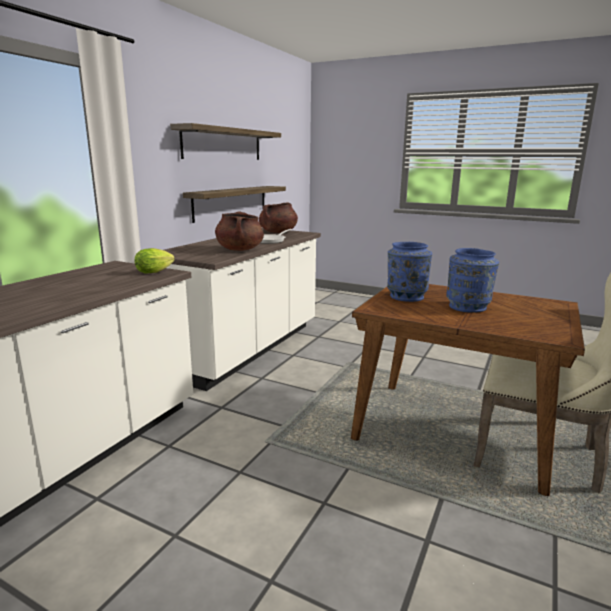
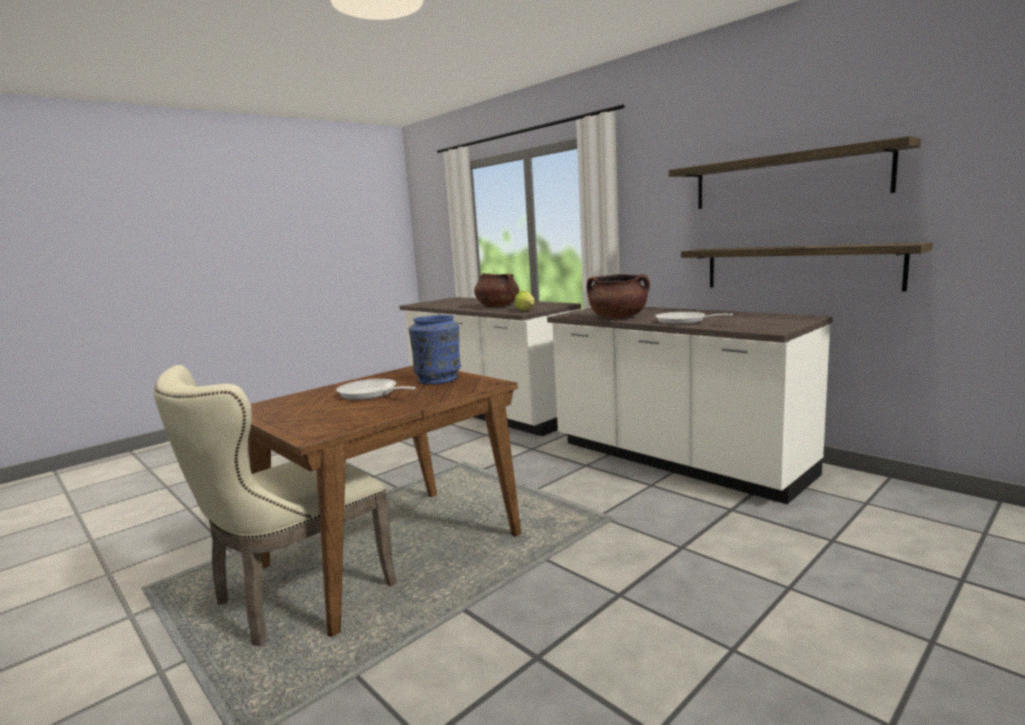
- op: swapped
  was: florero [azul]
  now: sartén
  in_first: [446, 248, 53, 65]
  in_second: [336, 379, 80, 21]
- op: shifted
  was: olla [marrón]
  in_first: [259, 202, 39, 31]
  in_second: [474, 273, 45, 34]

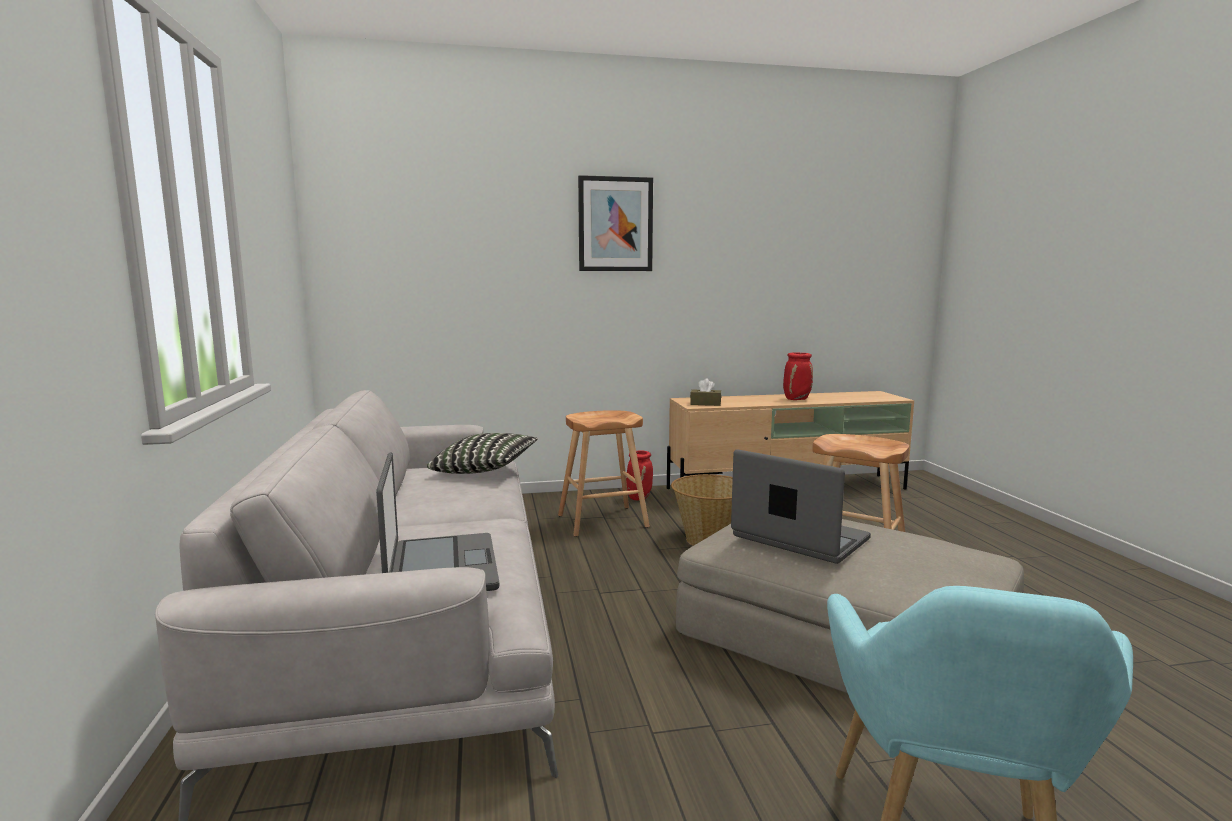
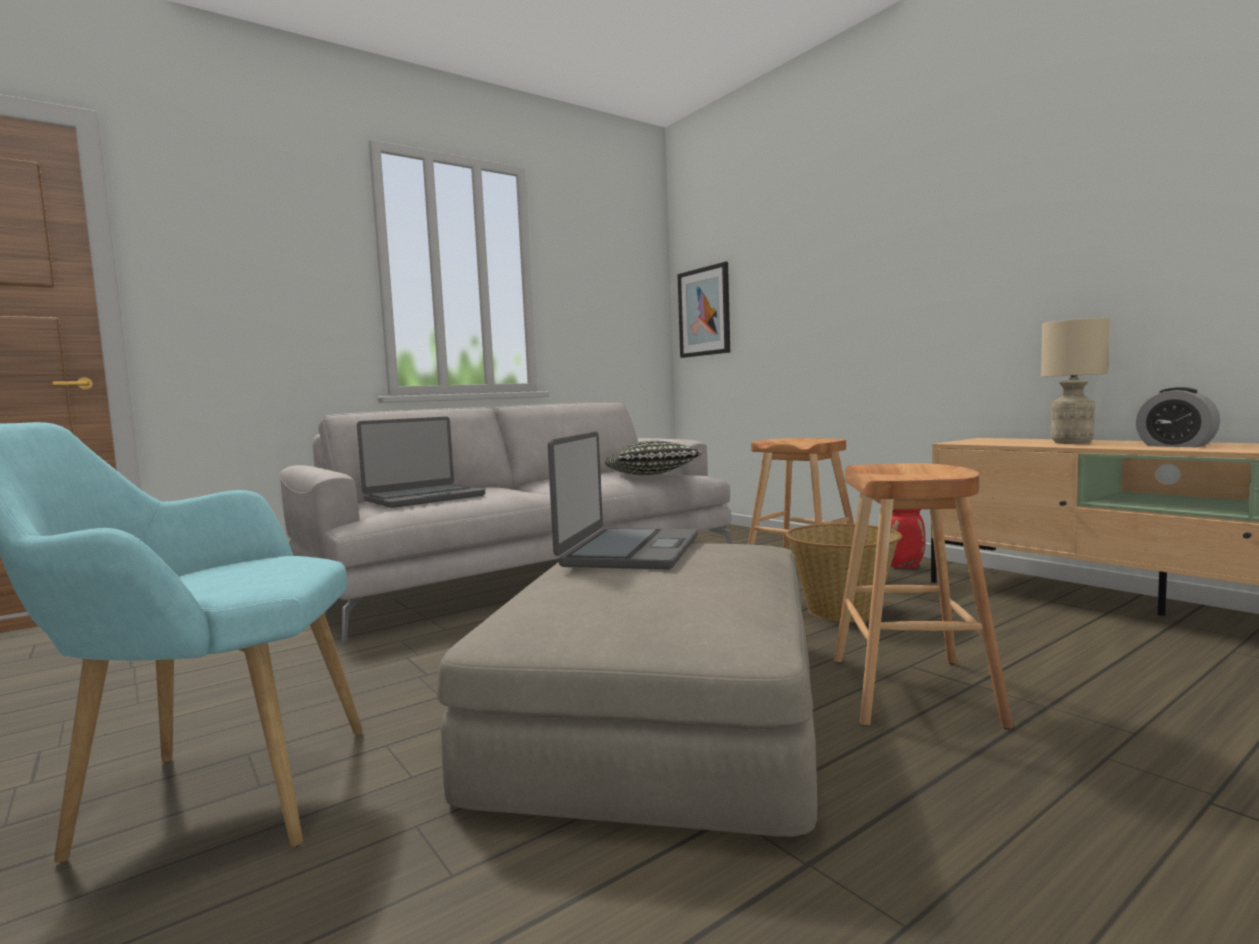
- op: shifted
  was: cuadro
  in_first: [578, 175, 75, 96]
  in_second: [677, 262, 53, 96]
- op: new
  now: lámpara de mesa [beis]
  in_second: [1041, 318, 69, 126]
- op: swapped
  was: florero [rojo]
  now: despertador
  in_first: [783, 352, 30, 48]
  in_second: [1136, 387, 84, 60]
- op: gone
  was: caja de pañuelos [marrón]
  in_first: [690, 378, 31, 28]

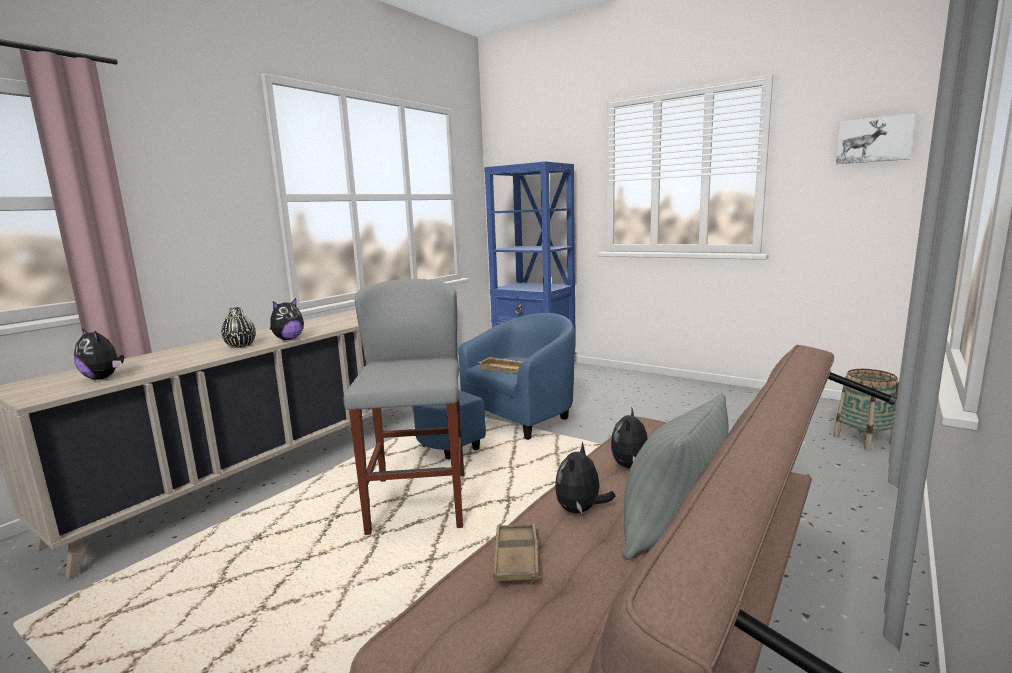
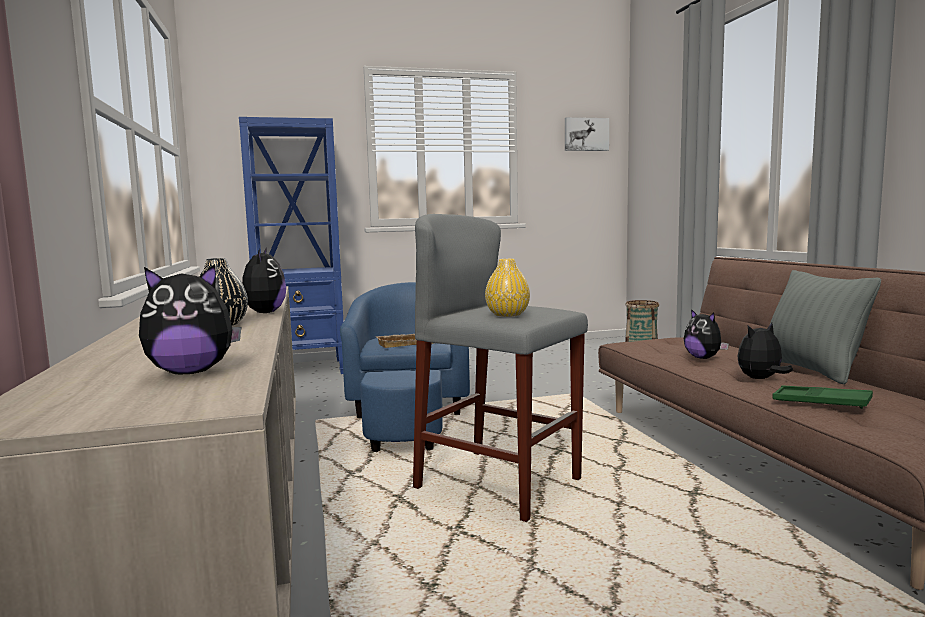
- op: new
  now: florero [amarillo]
  in_second: [485, 259, 45, 58]
- op: rotated
  was: peluche
  in_first: [555, 442, 61, 71]
  in_second: [737, 323, 56, 56]
  clockwise: 90
- op: repainted
  was: bandeja [marrón]
  now: bandeja [verde]
  in_first: [493, 523, 46, 60]
  in_second: [772, 385, 101, 24]

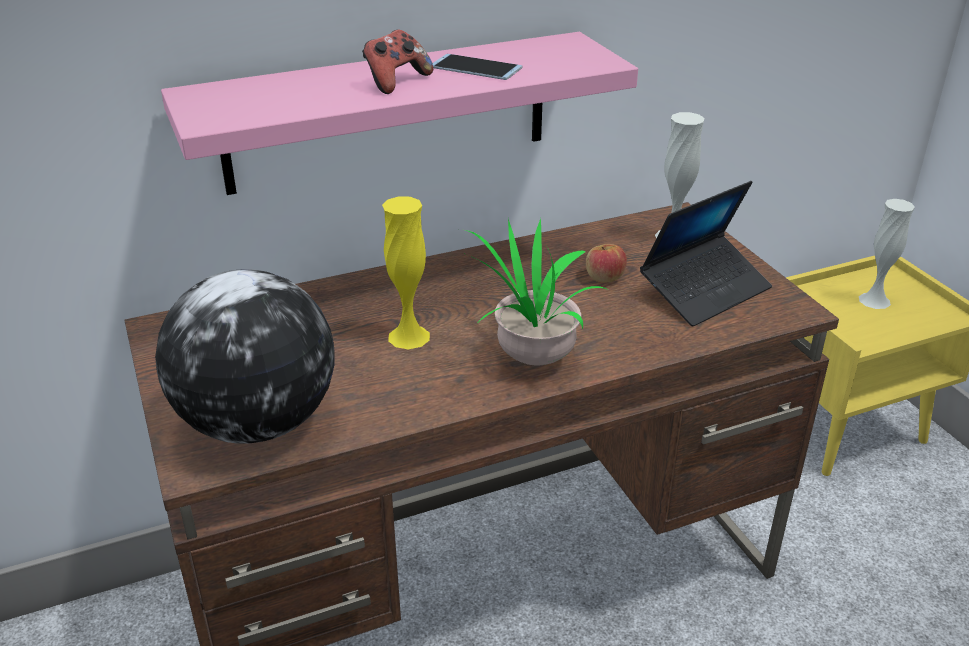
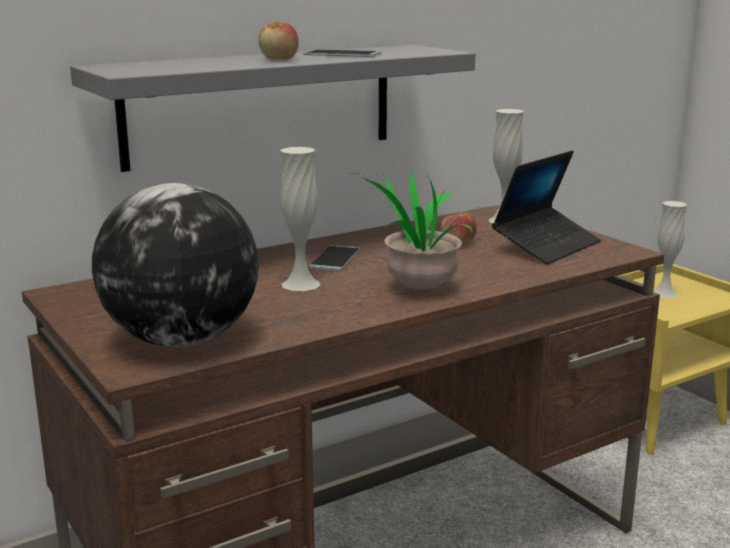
- op: repainted
  was: estante [rosa]
  now: estante [gris]
  in_first: [161, 32, 477, 163]
  in_second: [70, 45, 405, 127]
- op: swapped
  was: mando de consola
  now: manzana
  in_first: [362, 30, 72, 64]
  in_second: [258, 22, 41, 37]
- op: repainted
  was: florero [amarillo]
  now: florero [blanco]
  in_first: [382, 197, 48, 152]
  in_second: [280, 147, 40, 144]
- op: new
  now: móvil
  in_second: [309, 245, 51, 26]

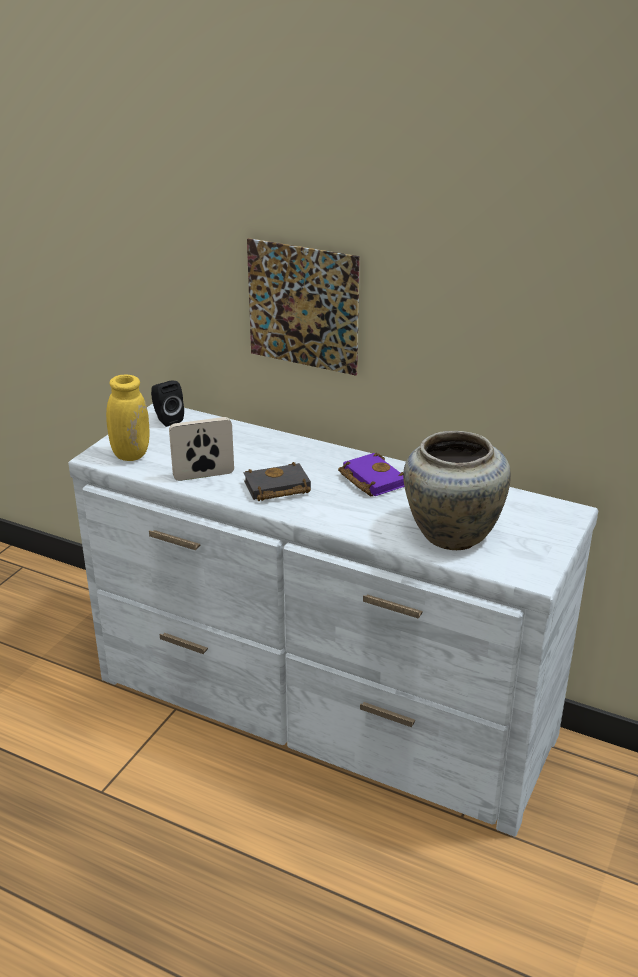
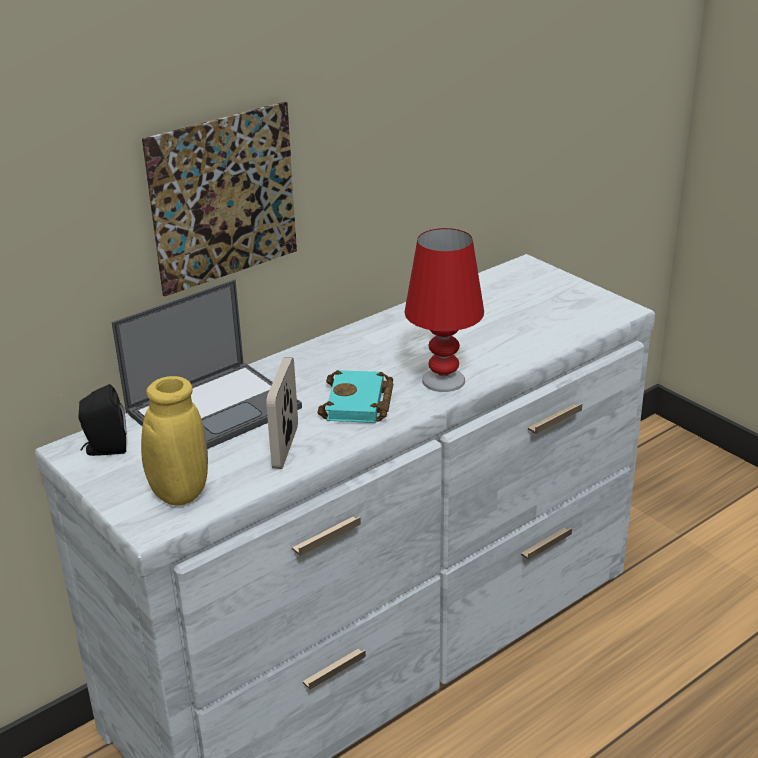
- op: new
  now: portátil
  in_second: [112, 279, 190, 170]
- op: repainted
  was: libro [negro]
  now: libro [turquesa]
  in_first: [243, 462, 68, 39]
  in_second: [317, 370, 76, 53]
- op: new
  now: lámpara de mesa [rojo]
  in_second: [404, 228, 80, 164]
- op: gone
  was: libro [morado]
  in_first: [338, 453, 66, 43]
- op: gone
  was: florero [beis]
  in_first: [403, 431, 108, 119]

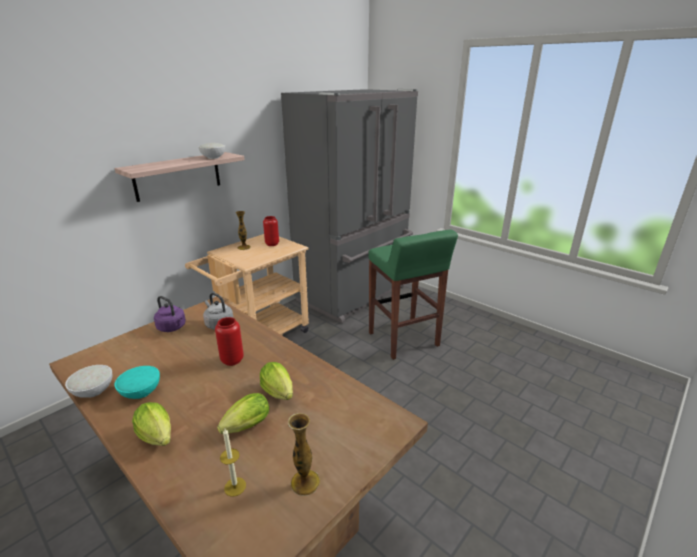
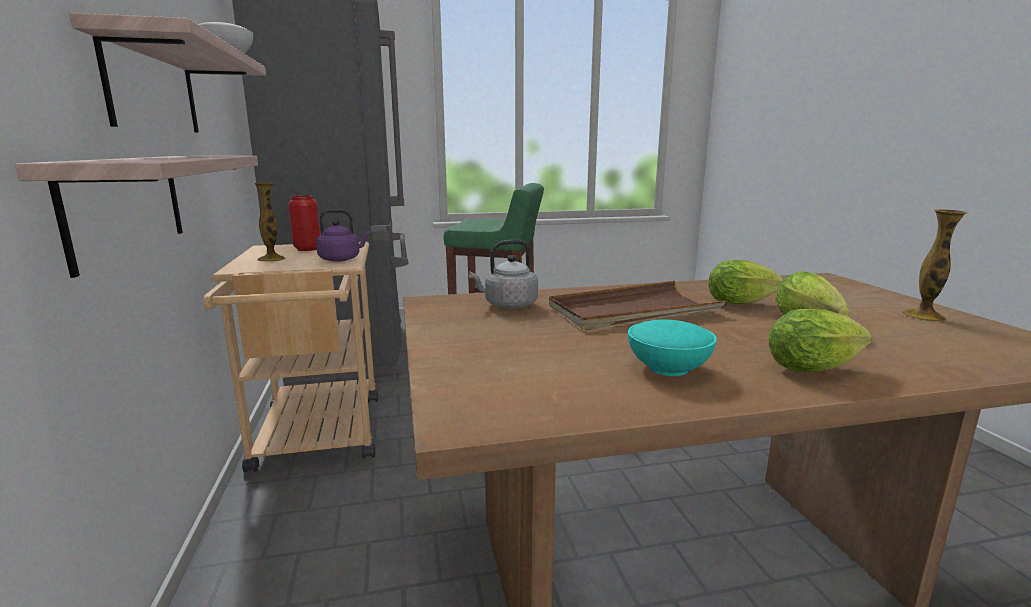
- op: new
  now: estante
  in_second: [15, 156, 243, 122]
- op: shifted
  was: hervidor [morado]
  in_first: [154, 296, 32, 36]
  in_second: [316, 209, 54, 53]
- op: swapped
  was: florero [rojo]
  now: bandeja [marrón]
  in_first: [215, 317, 29, 49]
  in_second: [549, 281, 178, 50]
- op: gone
  was: cuenco [blanco]
  in_first: [65, 365, 48, 33]
- op: gone
  was: vela
  in_first: [220, 429, 26, 68]

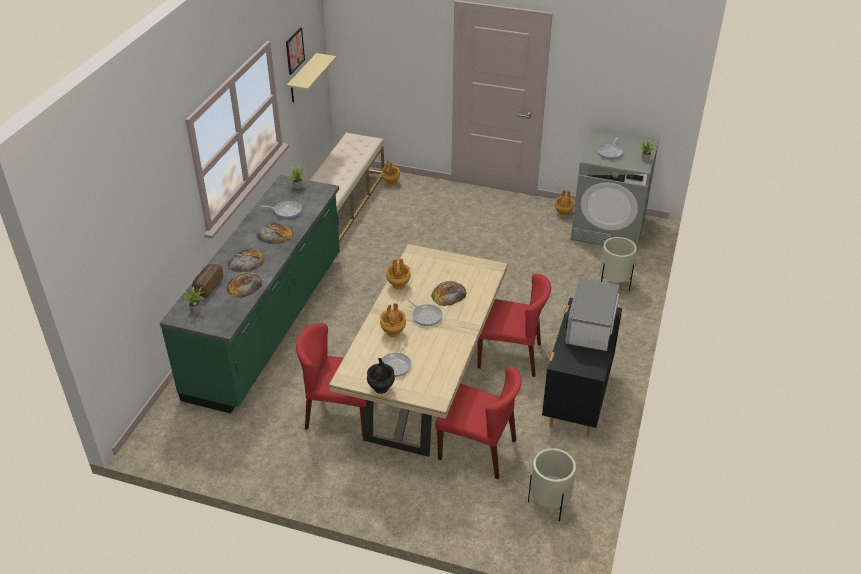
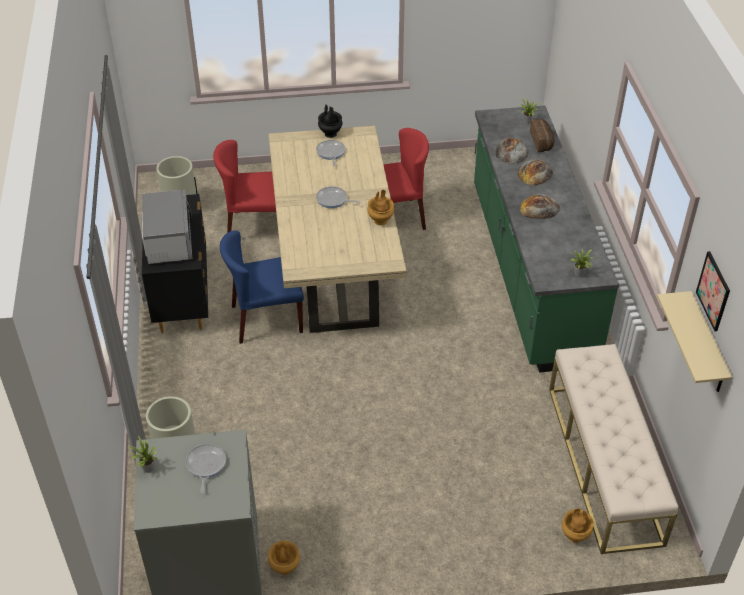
- op: repainted
  was: silla [rojo]
  now: silla [azul]
  in_first: [477, 274, 74, 103]
  in_second: [220, 230, 84, 114]
- op: gone
  was: sartén
  in_first: [261, 201, 41, 18]
- op: gone
  was: florero [marrón]
  in_first: [380, 303, 26, 34]
- op: gone
  was: pan
  in_first: [431, 281, 36, 25]

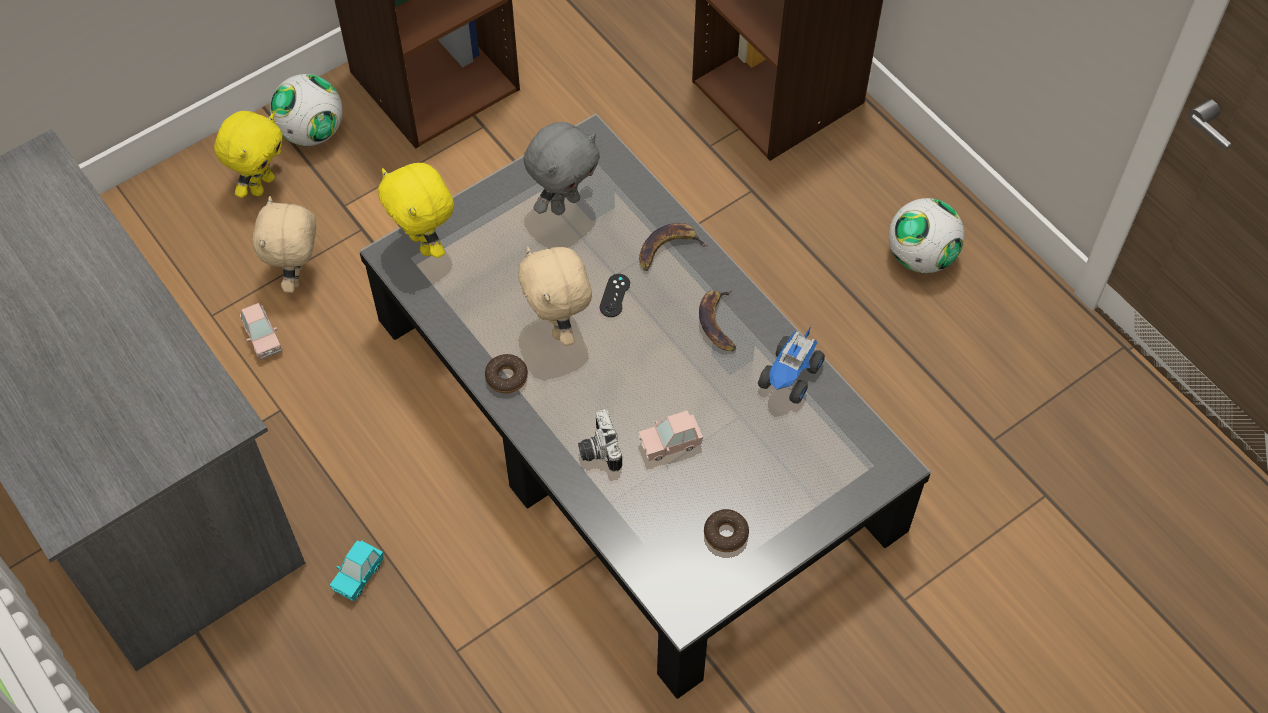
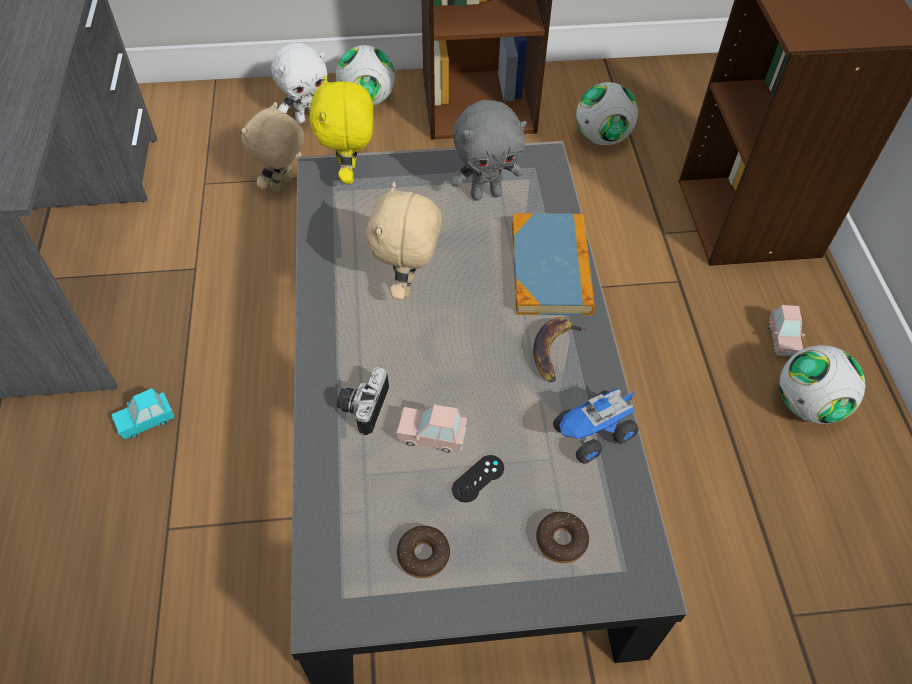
- op: repainted
  was: peluche [amarillo]
  now: peluche [blanco]
  in_first: [214, 111, 69, 87]
  in_second: [271, 43, 56, 81]
- op: shifted
  was: mando de consola [negro]
  in_first: [599, 274, 31, 43]
  in_second: [452, 455, 52, 47]
- op: swapped
  was: plátano
  now: libro
  in_first: [639, 223, 68, 48]
  in_second: [512, 213, 83, 102]
- op: shifted
  was: rosquilla
  in_first: [485, 354, 43, 39]
  in_second: [536, 512, 53, 51]
- op: new
  now: balón de fútbol
  in_second: [576, 82, 62, 63]
- op: shifted
  was: coche de juguete [rosa]
  in_first: [240, 303, 41, 57]
  in_second: [768, 305, 37, 52]

